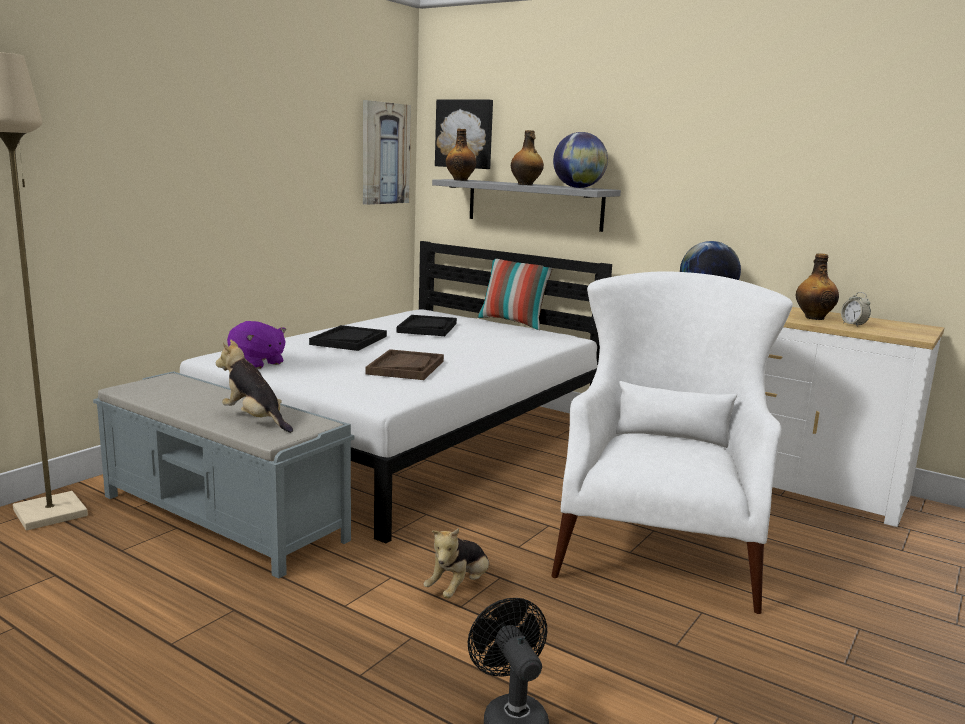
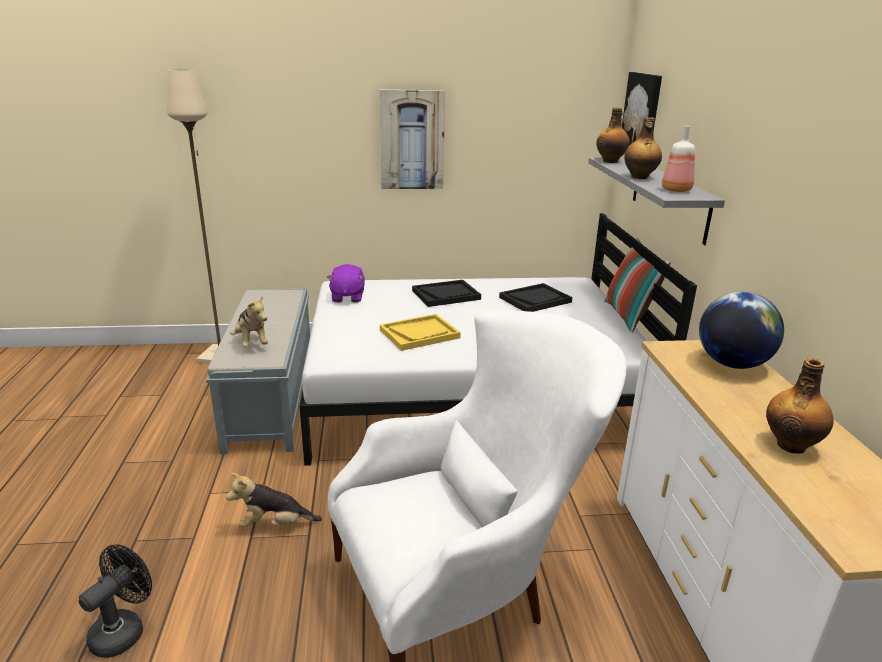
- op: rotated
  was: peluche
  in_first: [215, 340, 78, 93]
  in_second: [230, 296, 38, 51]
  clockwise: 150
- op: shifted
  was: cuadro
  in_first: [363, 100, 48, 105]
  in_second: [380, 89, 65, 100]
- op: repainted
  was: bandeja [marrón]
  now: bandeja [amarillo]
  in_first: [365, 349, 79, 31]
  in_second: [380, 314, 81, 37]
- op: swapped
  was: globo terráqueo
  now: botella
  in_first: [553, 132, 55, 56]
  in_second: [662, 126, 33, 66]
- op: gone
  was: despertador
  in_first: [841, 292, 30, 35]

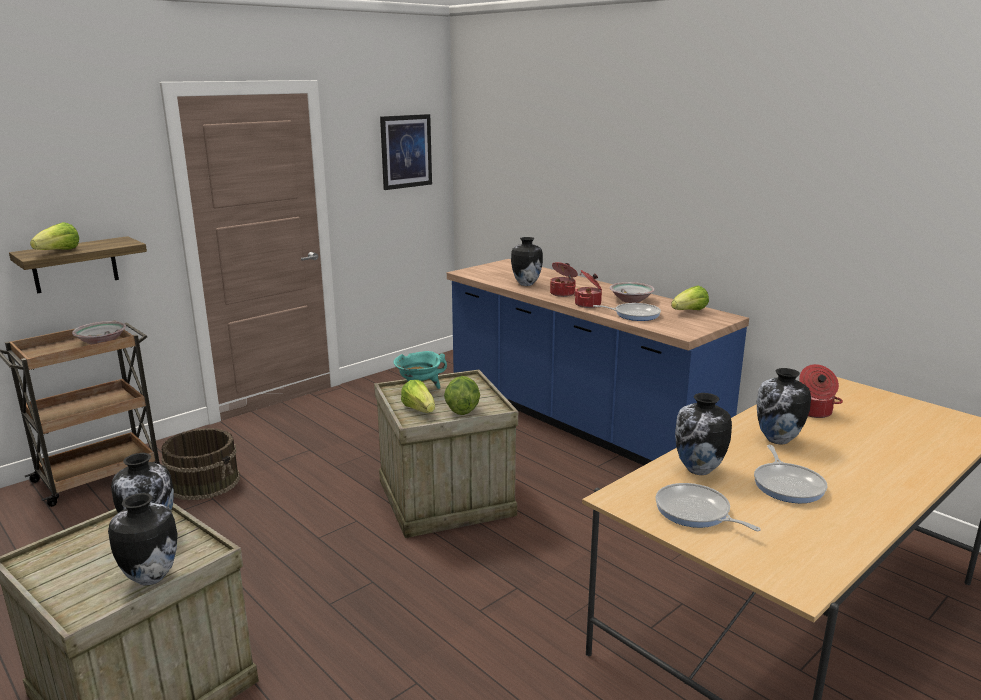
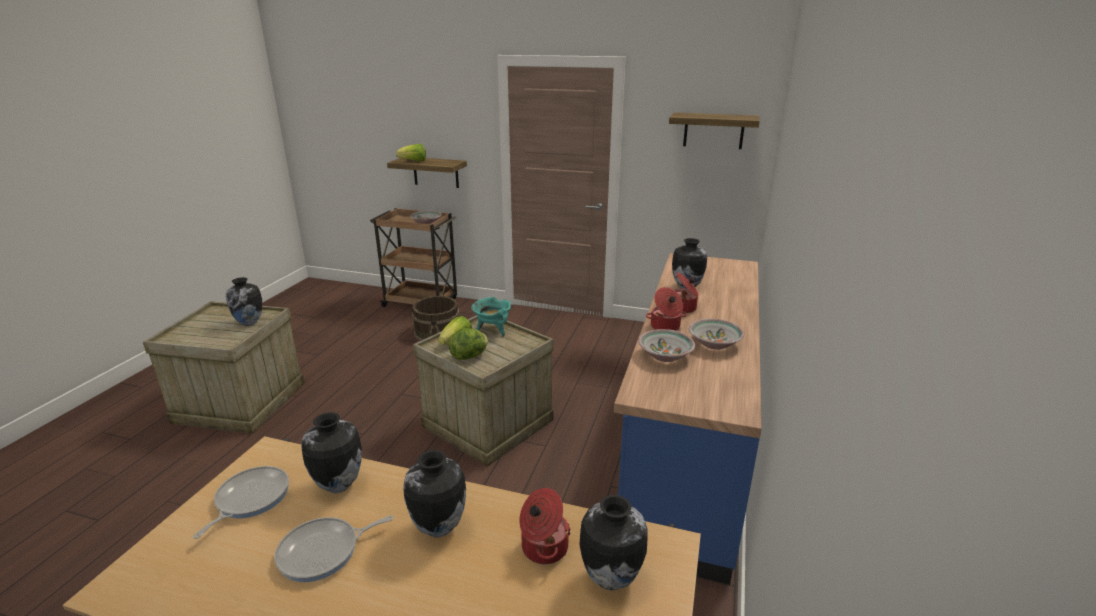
- op: shifted
  was: florero
  in_first: [108, 493, 69, 92]
  in_second: [579, 495, 69, 95]
- op: swapped
  was: sartén
  now: cuenco
  in_first: [593, 303, 68, 18]
  in_second: [638, 329, 57, 33]
- op: swapped
  was: cuadro
  now: estante
  in_first: [380, 114, 52, 76]
  in_second: [669, 112, 91, 37]
- op: gone
  was: lechuga
  in_first: [671, 286, 38, 24]

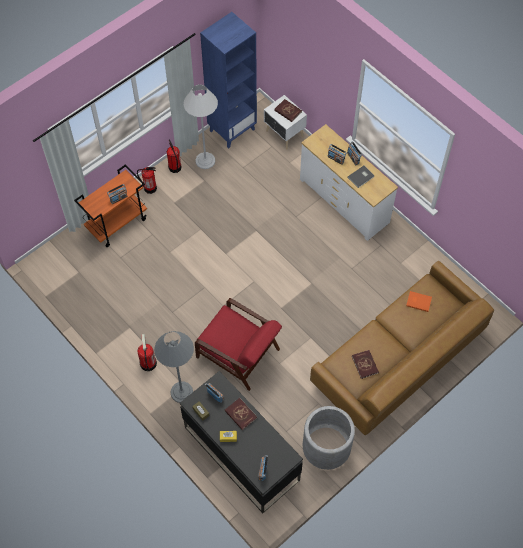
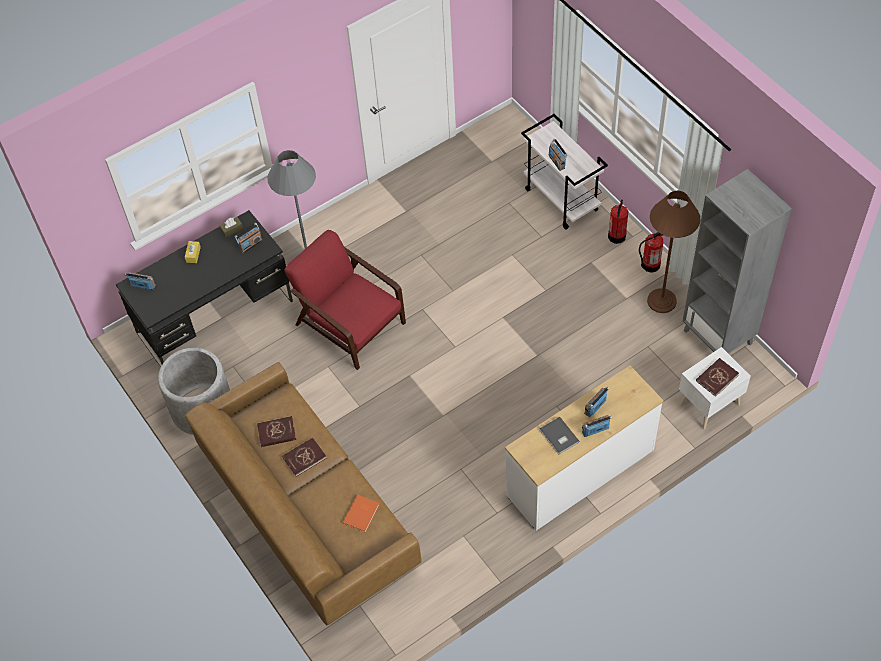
- op: shifted
  was: libro [rojo]
  in_first: [225, 398, 32, 32]
  in_second: [282, 438, 44, 39]
- op: rotated
  was: sillón [rojo]
  in_first: [195, 298, 87, 93]
  in_second: [284, 230, 122, 140]
  clockwise: 90
- op: repainted
  was: carrito [naranja]
  now: carrito [blanco]
  in_first: [74, 165, 73, 82]
  in_second: [521, 114, 87, 116]
- op: repainted
  was: lámpara de pie [blanco]
  now: lámpara de pie [marrón]
  in_first: [183, 84, 35, 85]
  in_second: [647, 191, 54, 122]
- op: repainted
  was: estantería [azul]
  now: estantería [gris]
  in_first: [200, 12, 57, 137]
  in_second: [683, 169, 108, 184]
- op: gone
  was: extintor
  in_first: [138, 334, 19, 37]

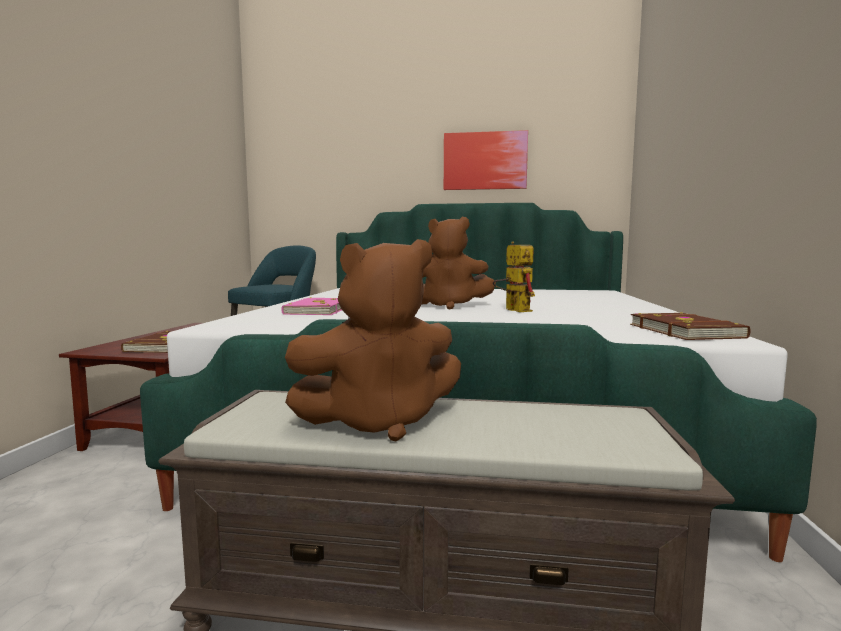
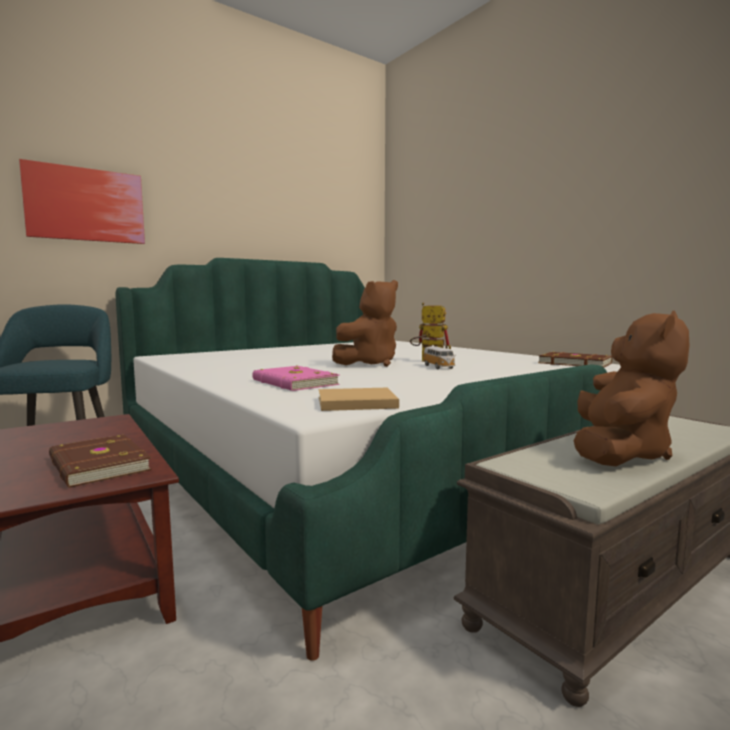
- op: shifted
  was: cuadro
  in_first: [444, 130, 84, 60]
  in_second: [19, 159, 126, 85]
- op: new
  now: libro [beis]
  in_second: [319, 387, 80, 24]
- op: new
  now: coche de juguete
  in_second: [423, 346, 33, 23]

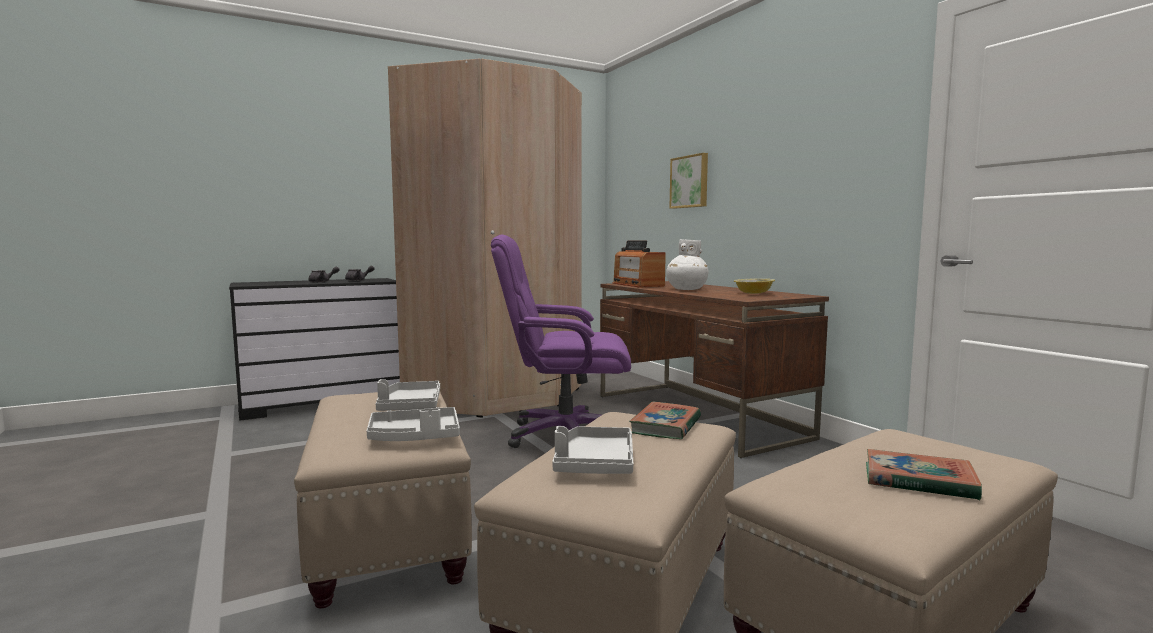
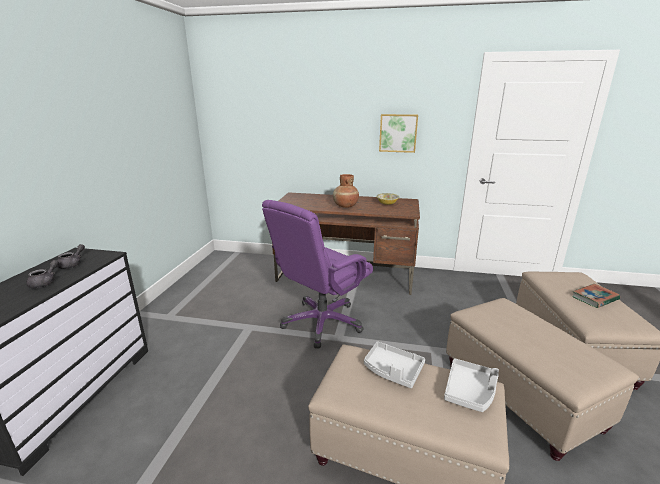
- op: repainted
  was: florero [blanco]
  now: florero [marrón]
  in_first: [666, 239, 42, 51]
  in_second: [333, 174, 26, 34]
- op: shifted
  was: cuadro
  in_first: [670, 153, 38, 56]
  in_second: [379, 114, 39, 39]
- op: gone
  was: armario ropero [beis]
  in_first: [388, 58, 194, 360]
- op: gone
  was: bandeja [gris]
  in_first: [552, 426, 81, 48]
- op: gone
  was: radio
  in_first: [613, 240, 53, 48]
- op: gone
  was: libro
  in_first: [629, 402, 72, 37]

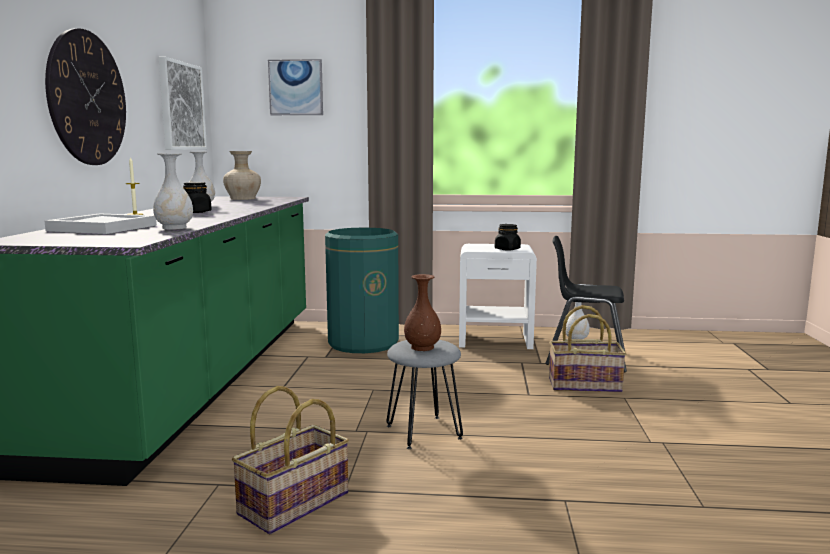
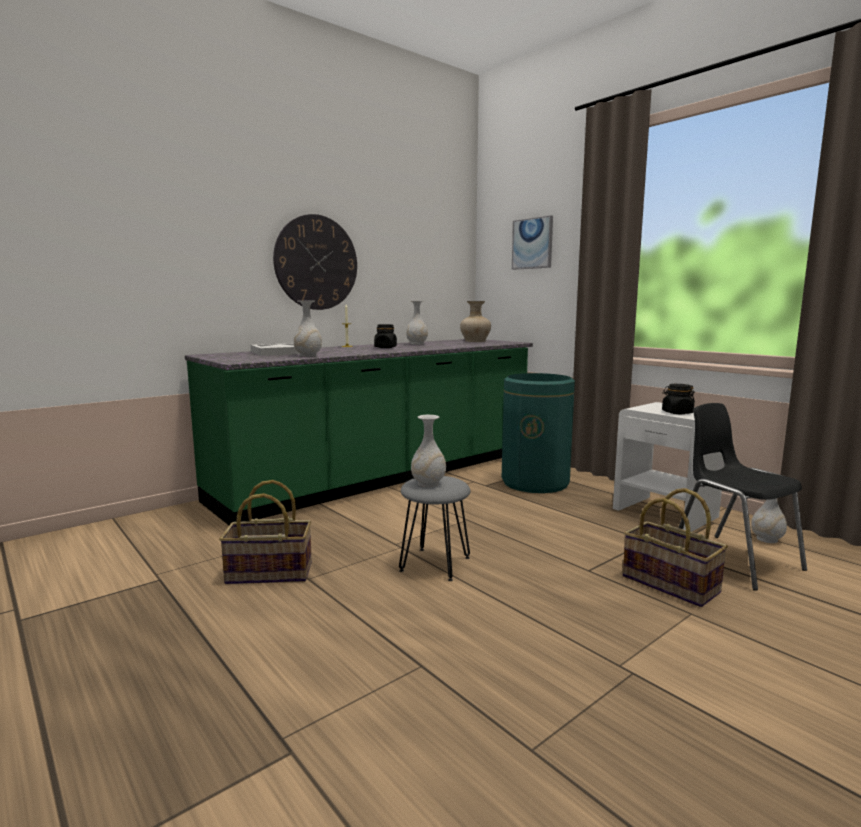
- op: repainted
  was: florero [marrón]
  now: florero [blanco]
  in_first: [404, 274, 37, 77]
  in_second: [411, 415, 35, 72]
- op: gone
  was: cuadro
  in_first: [159, 57, 48, 93]

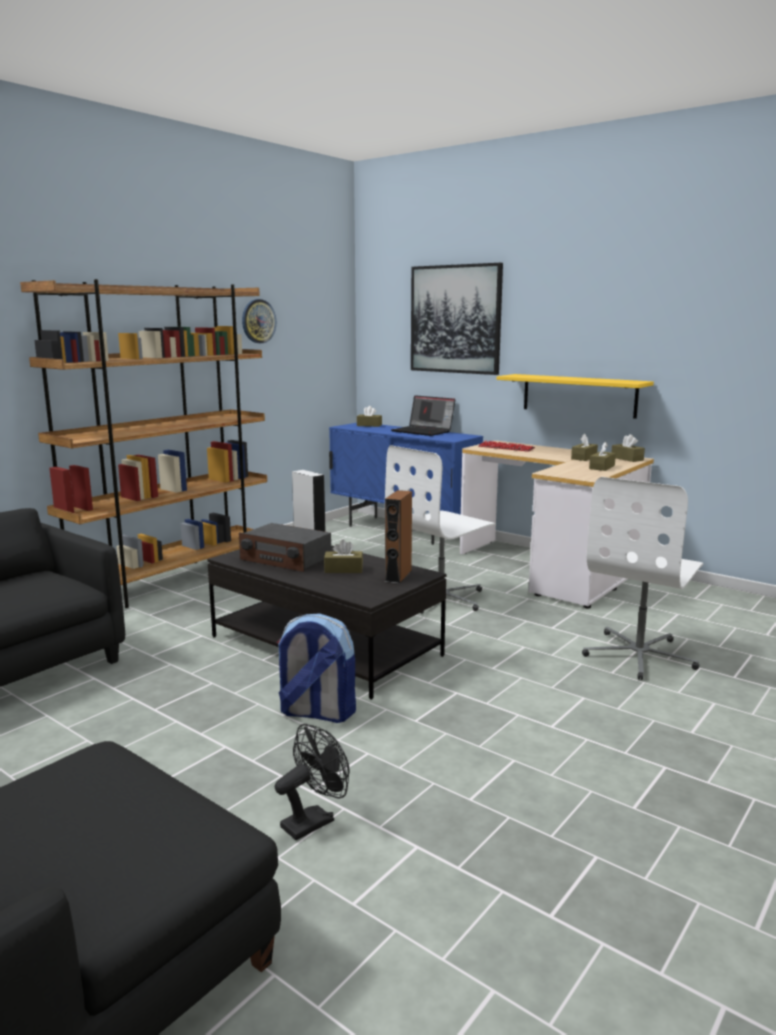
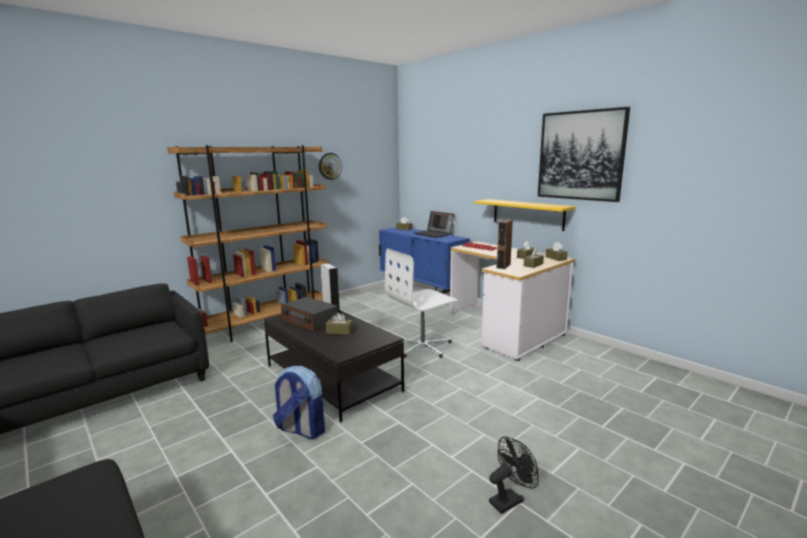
- op: shifted
  was: ventilador [negro]
  in_first: [275, 724, 75, 116]
  in_second: [489, 437, 50, 77]
- op: shifted
  was: altavoz [marrón]
  in_first: [385, 490, 27, 94]
  in_second: [496, 219, 17, 50]
- op: shifted
  was: cuadro
  in_first: [411, 263, 92, 112]
  in_second: [538, 107, 92, 95]
- op: gone
  was: silla de oficina [blanco]
  in_first: [582, 477, 121, 203]

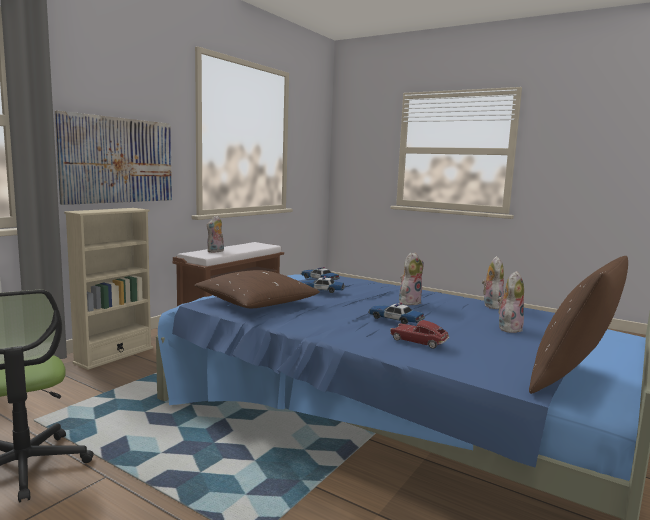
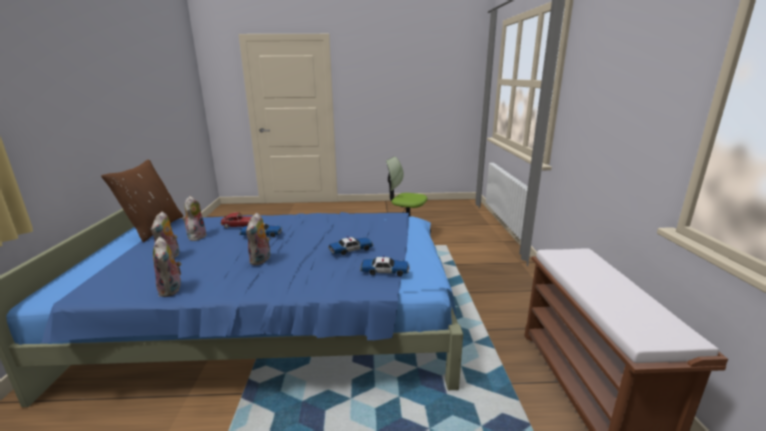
- op: shifted
  was: peluche
  in_first: [207, 216, 17, 37]
  in_second: [182, 196, 25, 45]
- op: gone
  was: cuadro
  in_first: [55, 111, 117, 94]
- op: gone
  was: estantería [beis]
  in_first: [64, 208, 89, 162]
- op: gone
  was: cojín [marrón]
  in_first: [194, 270, 126, 38]

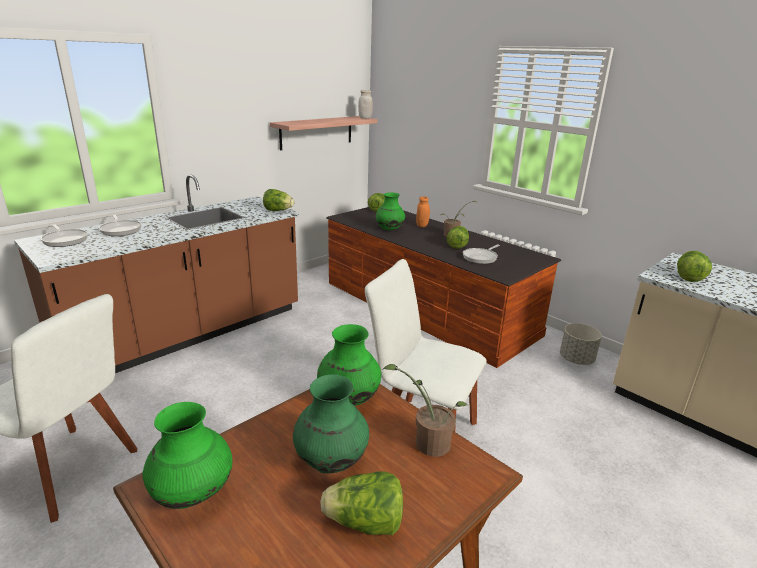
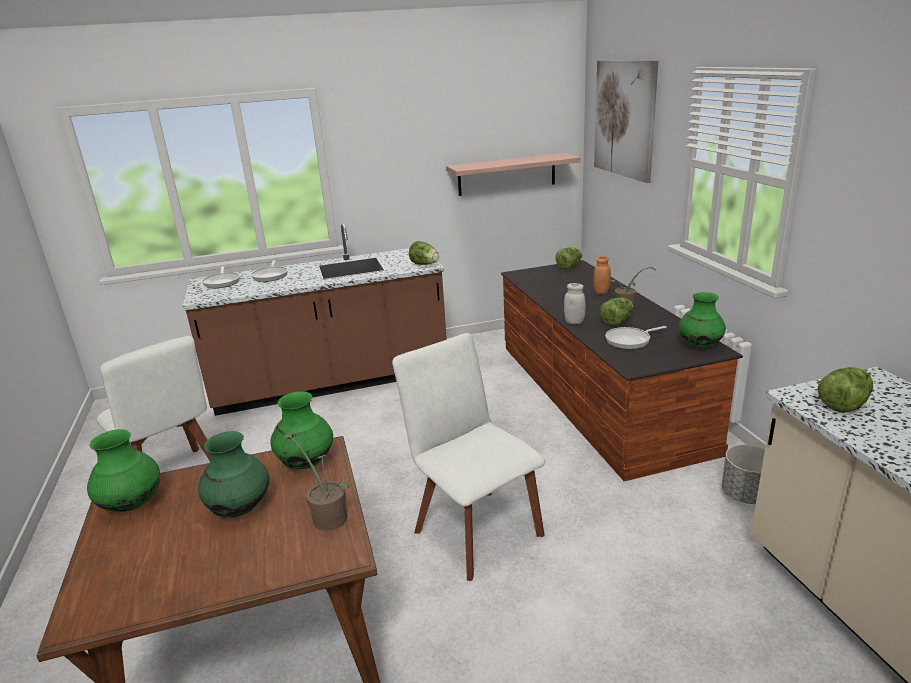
- op: shifted
  was: tarro [blanco]
  in_first: [358, 90, 15, 29]
  in_second: [564, 283, 22, 41]
- op: new
  now: cuadro
  in_second: [594, 60, 65, 123]
- op: shifted
  was: florero [verde]
  in_first: [376, 193, 29, 37]
  in_second: [678, 292, 48, 56]
- op: gone
  was: lechuga
  in_first: [320, 471, 83, 64]

